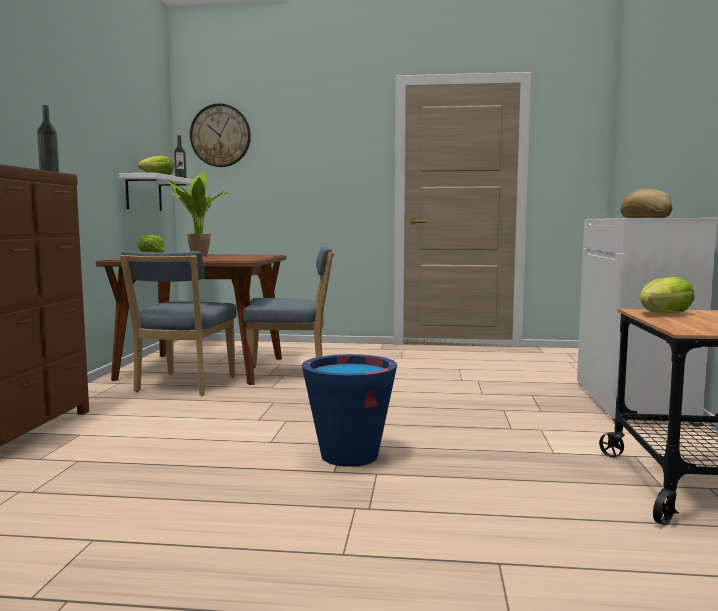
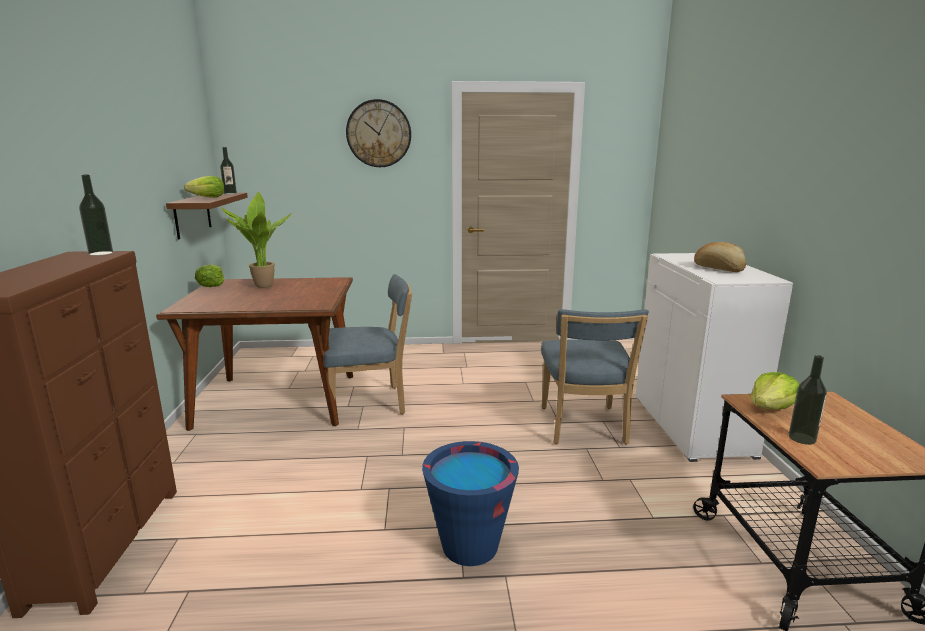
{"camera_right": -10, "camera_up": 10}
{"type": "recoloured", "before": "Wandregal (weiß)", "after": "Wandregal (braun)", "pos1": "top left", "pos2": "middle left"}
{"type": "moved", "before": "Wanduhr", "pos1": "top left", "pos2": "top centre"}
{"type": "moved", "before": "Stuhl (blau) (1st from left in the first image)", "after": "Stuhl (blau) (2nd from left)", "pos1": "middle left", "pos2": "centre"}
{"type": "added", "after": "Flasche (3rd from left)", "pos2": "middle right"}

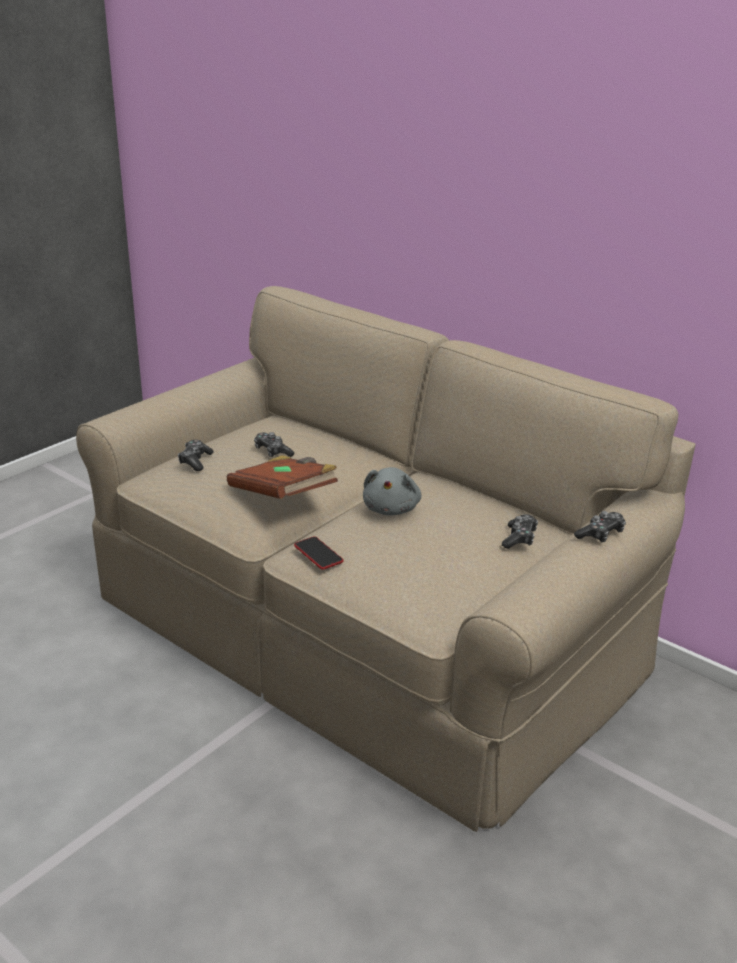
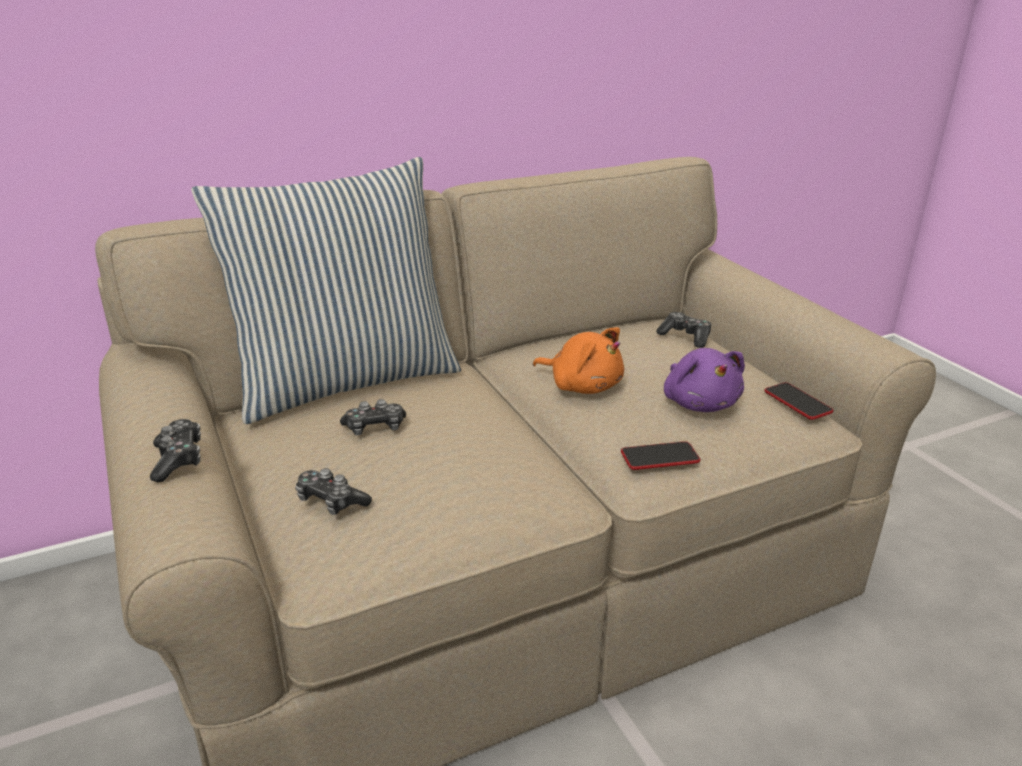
{"camera_right": -65, "camera_up": 0}
{"type": "moved", "before": "Gamepad (4th from left in the first image)", "after": "Gamepad (1st from left)", "pos1": "middle right", "pos2": "middle left"}
{"type": "added", "after": "Kissen", "pos2": "middle left"}
{"type": "recoloured", "before": "Plüschtier (grau)", "after": "Plüschtier (orange)", "pos1": "centre", "pos2": "centre"}
{"type": "added", "after": "Plüschtier (lila)", "pos2": "middle right"}
{"type": "added", "after": "Handy (2nd from left)", "pos2": "middle right"}
{"type": "removed", "before": "Buch (braun)", "pos1": "centre"}

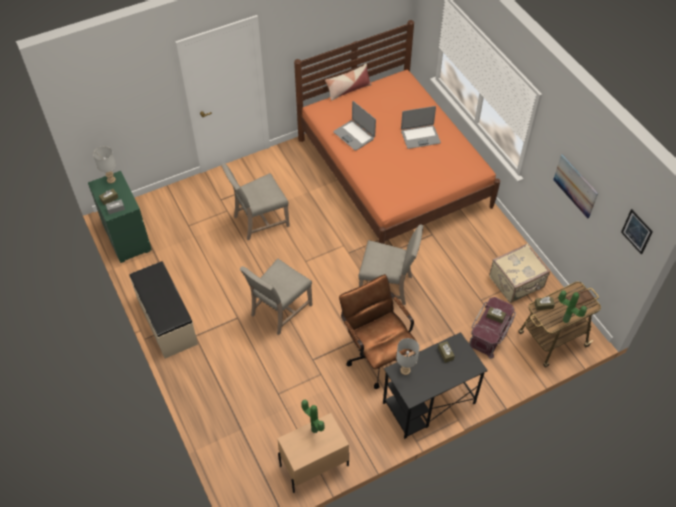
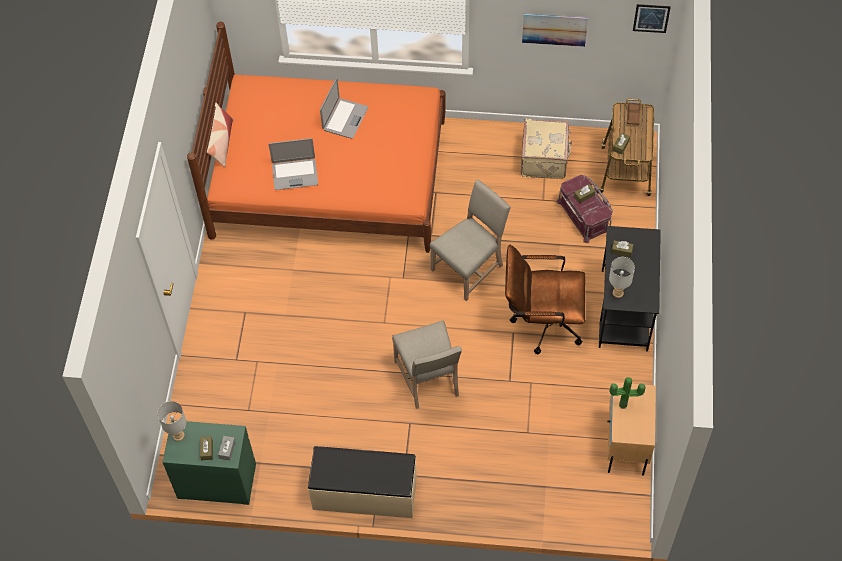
{"camera_right": -55, "camera_up": 5}
{"type": "removed", "before": "Stuhl (beige) (1st from left)", "pos1": "centre"}
{"type": "removed", "before": "Topfpflanze (2nd from left)", "pos1": "middle right"}

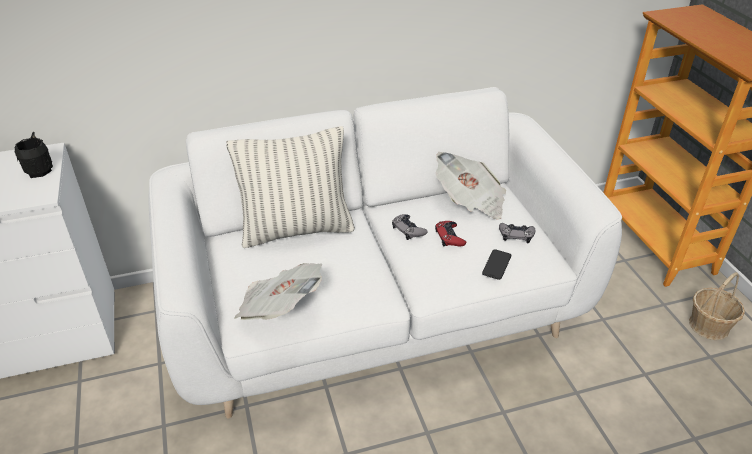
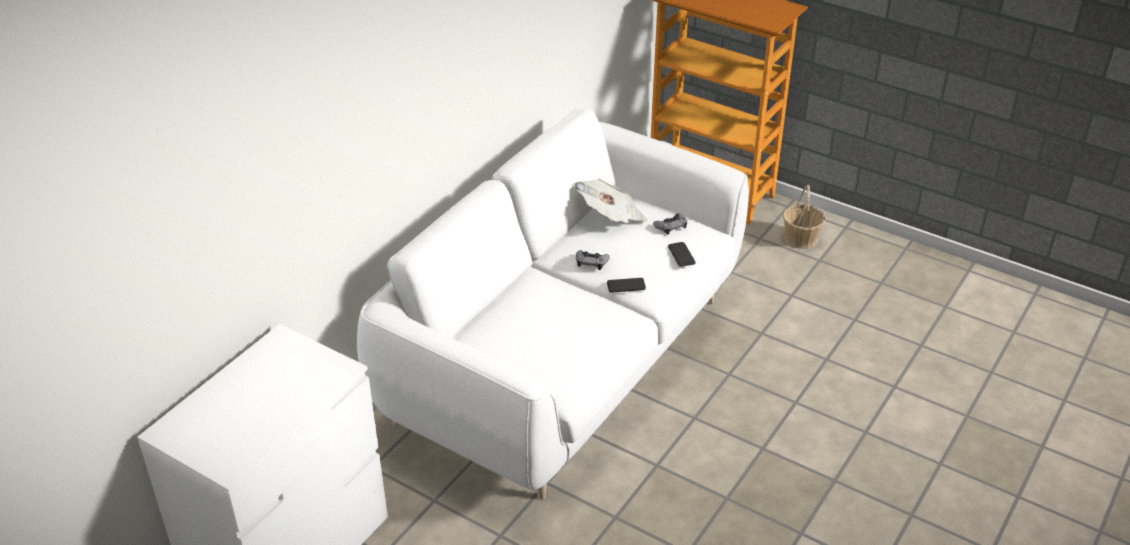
{"camera_right": -40, "camera_up": 0}
{"type": "added", "after": "Handy (1st from left)", "pos2": "centre"}
{"type": "removed", "before": "Henkelbecher (schwarz)", "pos1": "middle left"}
{"type": "removed", "before": "Kissen", "pos1": "centre"}
{"type": "removed", "before": "Zeitung (1st from left)", "pos1": "centre"}
{"type": "removed", "before": "Gamepad (rot)", "pos1": "centre"}

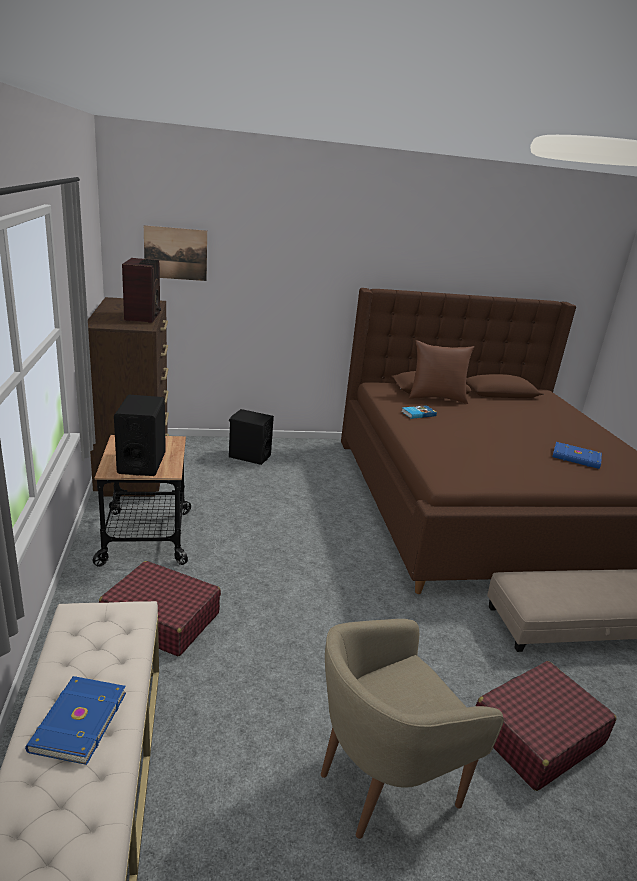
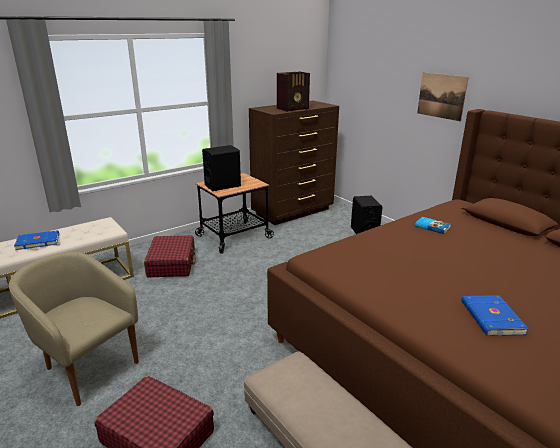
{"camera_right": 65, "camera_up": 0}
{"type": "moved", "before": "Bild", "pos1": "top left", "pos2": "top right"}
{"type": "removed", "before": "Kissen (braun)", "pos1": "middle right"}

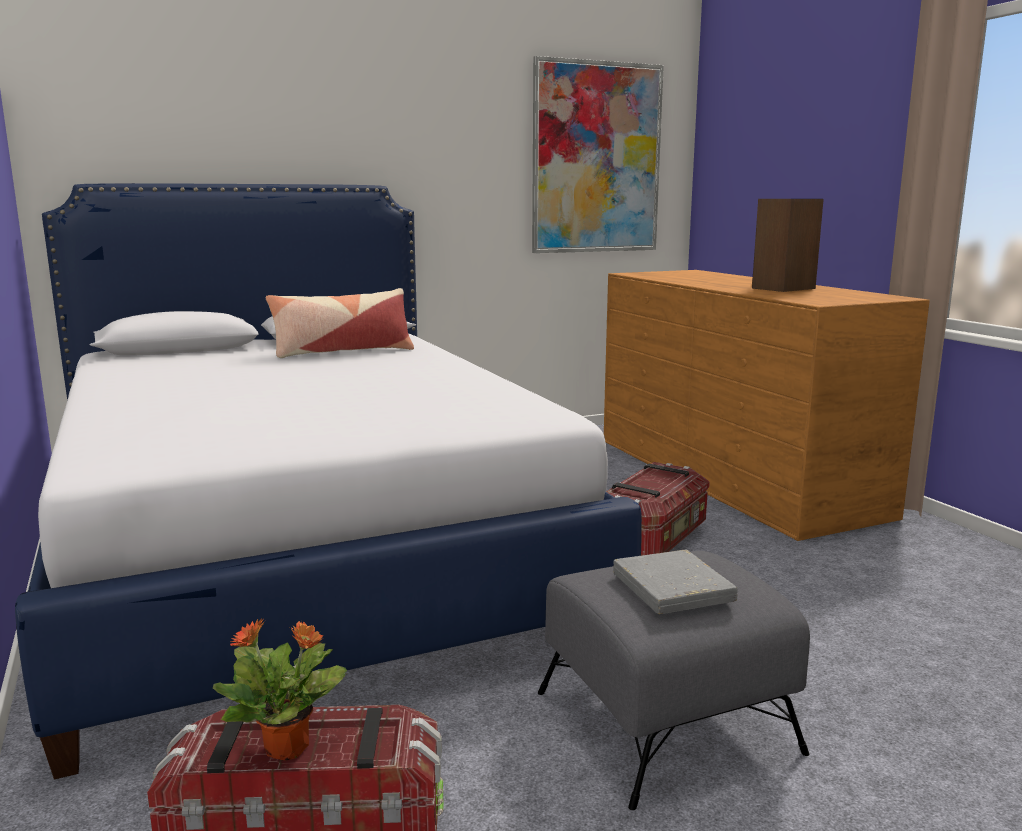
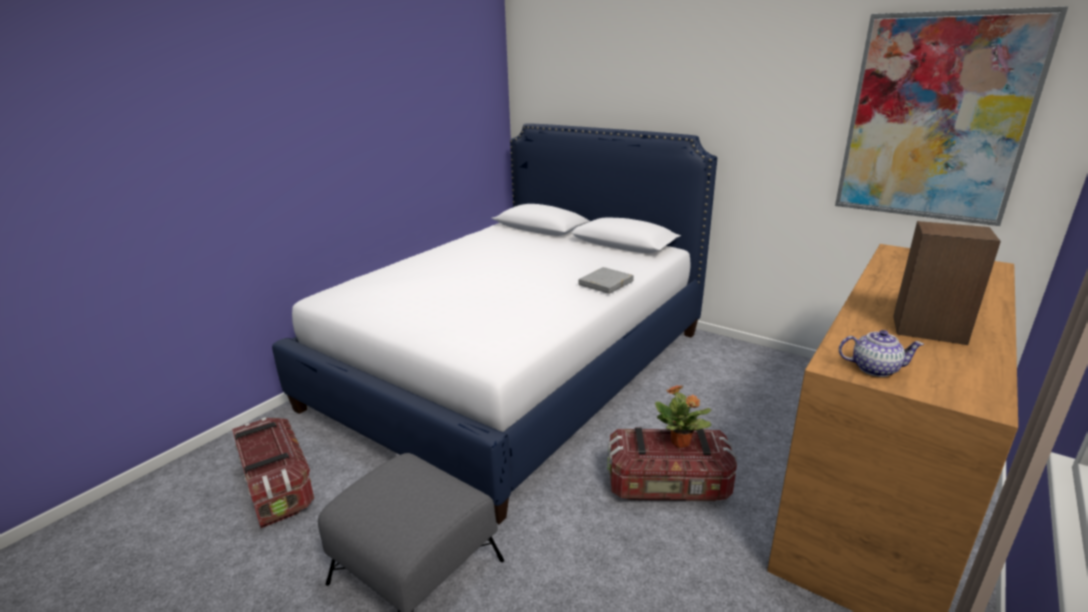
{"camera_right": 60, "camera_up": 10}
{"type": "moved", "before": "Buch (grau)", "pos1": "bottom centre", "pos2": "centre"}
{"type": "moved", "before": "Topfpflanze", "pos1": "bottom left", "pos2": "bottom centre"}
{"type": "added", "after": "Teekanne", "pos2": "middle right"}
{"type": "removed", "before": "Kissen", "pos1": "middle left"}

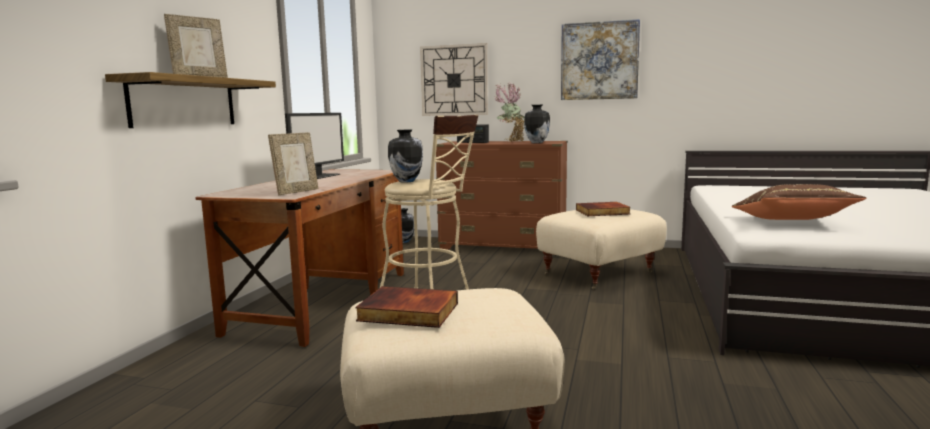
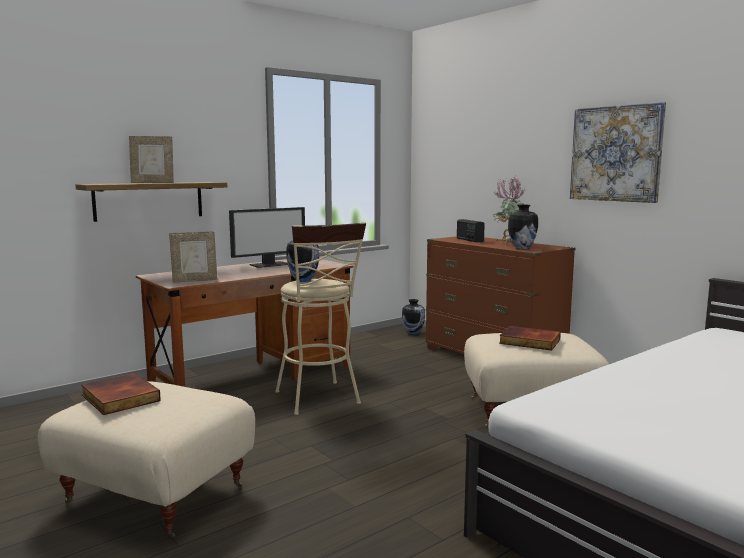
{"camera_right": 35, "camera_up": 0}
{"type": "removed", "before": "Wanduhr", "pos1": "top centre"}
{"type": "removed", "before": "Kissen (braun)", "pos1": "middle right"}

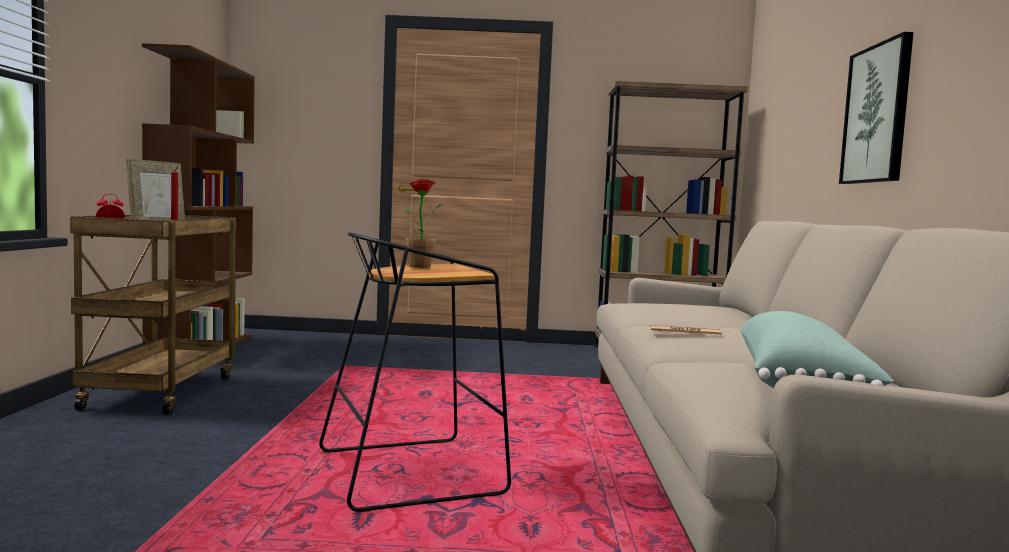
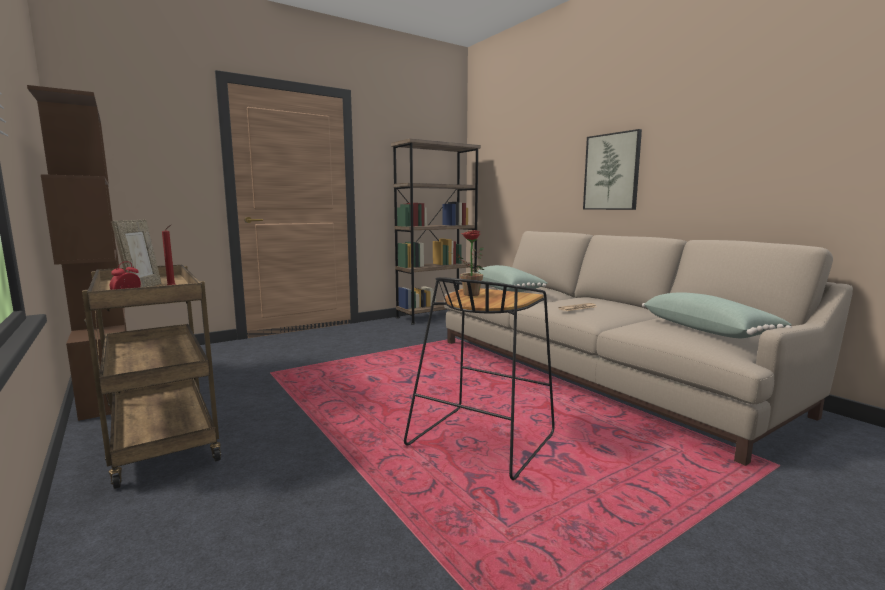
{"camera_right": -35, "camera_up": 5}
{"type": "added", "after": "Kissen (grün) (1st from left)", "pos2": "centre"}

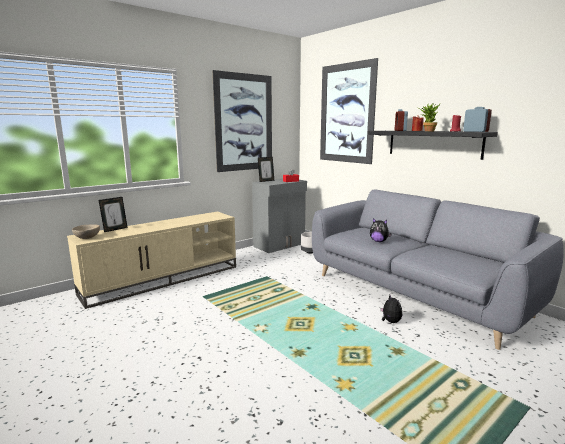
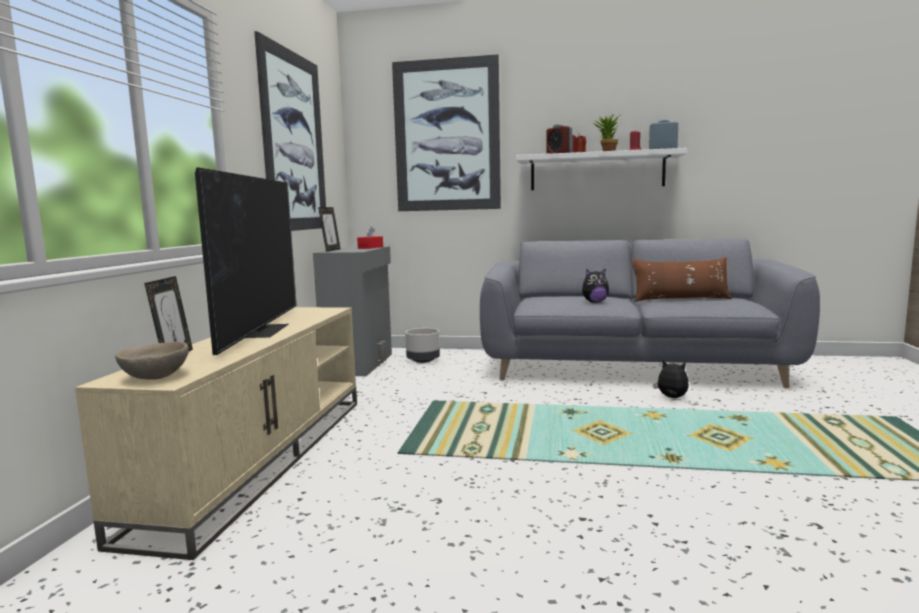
{"camera_right": -40, "camera_up": -5}
{"type": "added", "after": "Fernseher", "pos2": "middle left"}
{"type": "recoloured", "before": "Wandregal (schwarz)", "after": "Wandregal (weiß)", "pos1": "top right", "pos2": "top centre"}
{"type": "added", "after": "Kissen (braun)", "pos2": "middle right"}

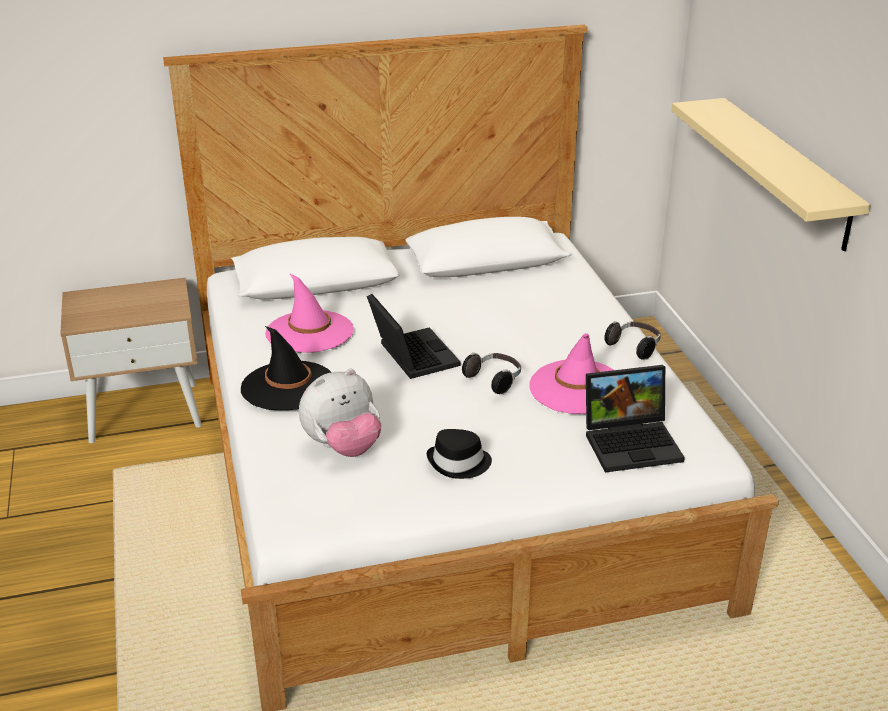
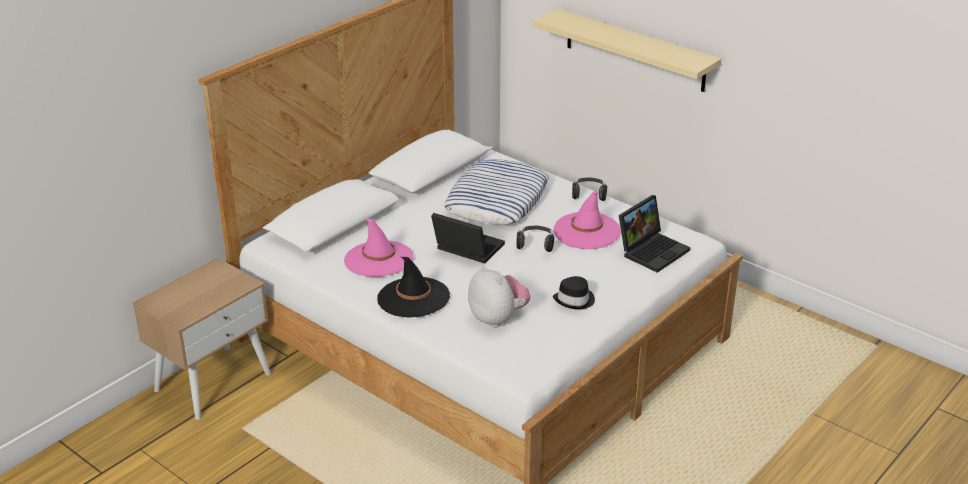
{"camera_right": -35, "camera_up": 0}
{"type": "added", "after": "Kissen", "pos2": "centre"}
{"type": "turned", "before": "Plüschtier", "pos1": "centre", "pos2": "centre", "turn": -60}

